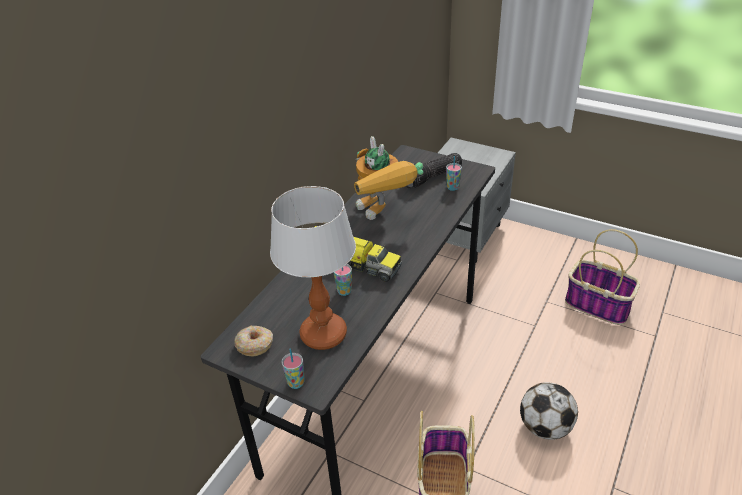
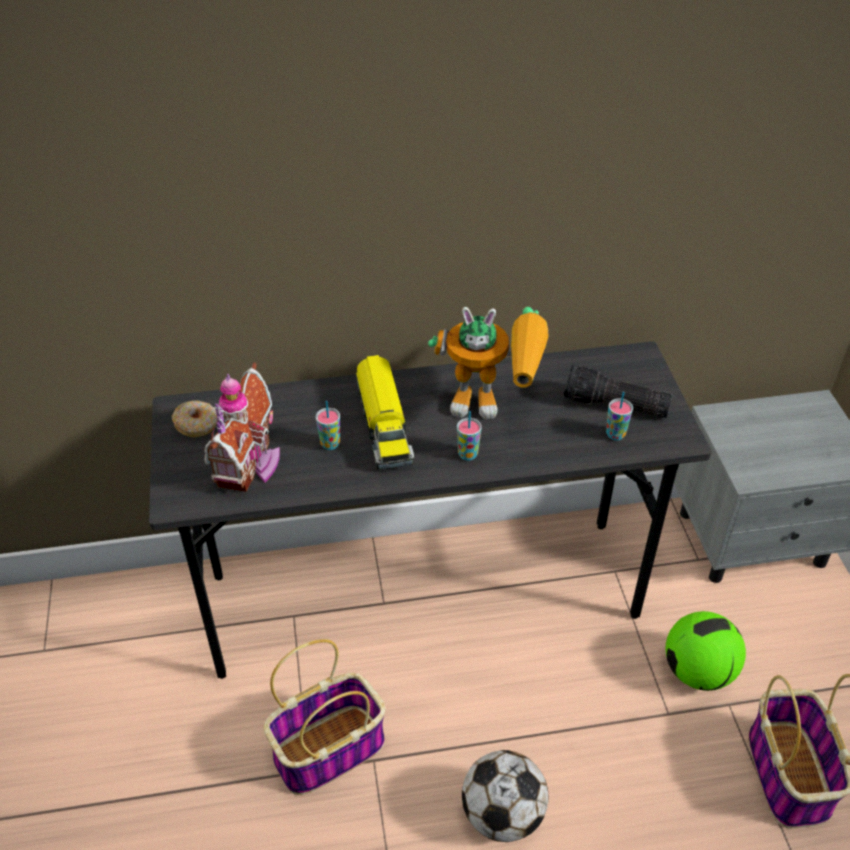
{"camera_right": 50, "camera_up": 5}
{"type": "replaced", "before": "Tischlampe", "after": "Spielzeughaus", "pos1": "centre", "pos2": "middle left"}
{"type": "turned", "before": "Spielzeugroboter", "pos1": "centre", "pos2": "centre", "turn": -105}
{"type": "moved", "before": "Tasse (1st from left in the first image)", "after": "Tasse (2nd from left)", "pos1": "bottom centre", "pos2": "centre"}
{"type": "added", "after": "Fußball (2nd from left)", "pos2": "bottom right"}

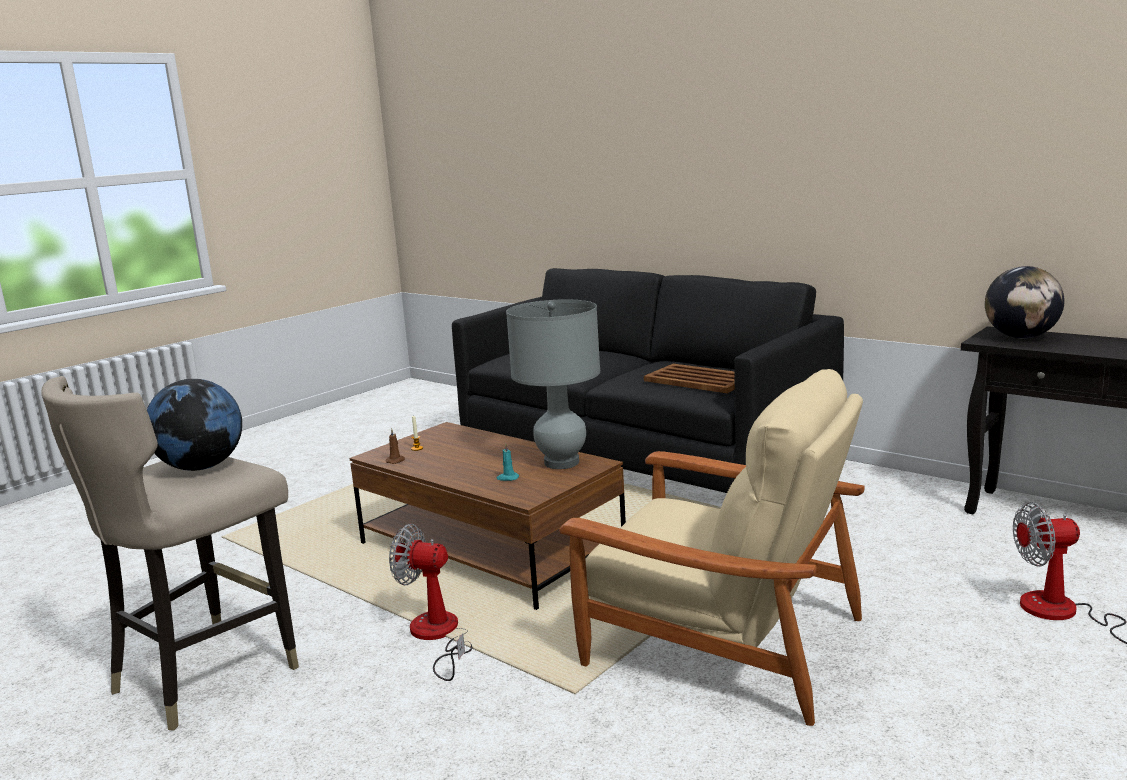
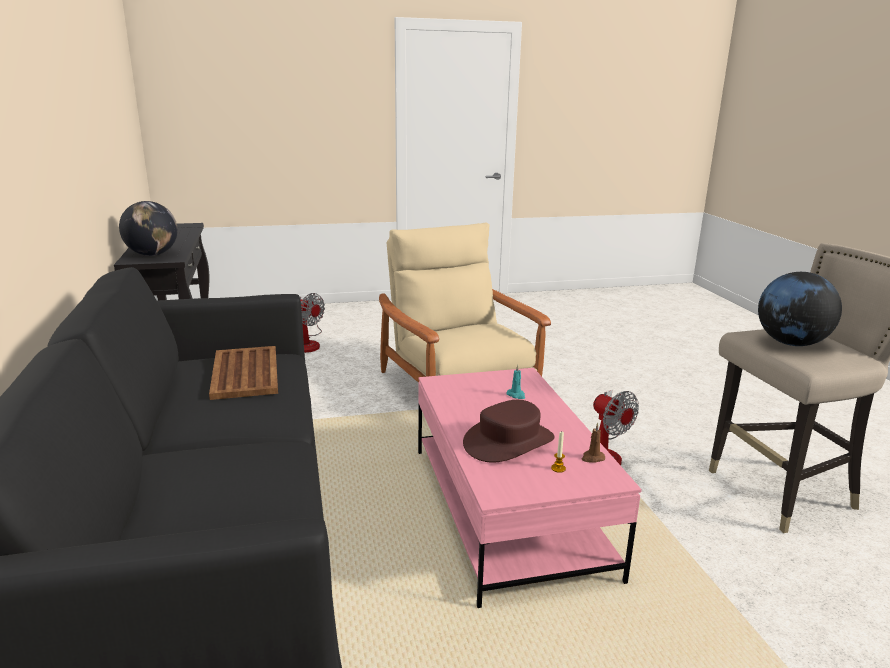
{"camera_right": -145, "camera_up": 5}
{"type": "recoloured", "before": "Couchtisch (braun)", "after": "Couchtisch (rosa)", "pos1": "centre", "pos2": "bottom centre"}
{"type": "added", "after": "Hut (braun)", "pos2": "centre"}
{"type": "removed", "before": "Tischlampe (grau)", "pos1": "centre"}

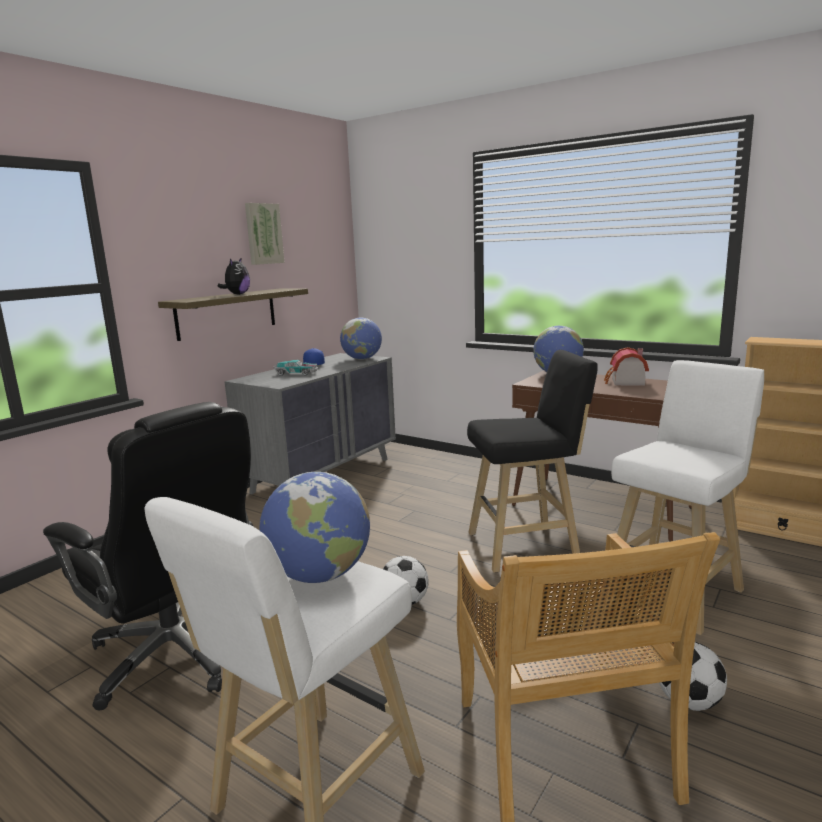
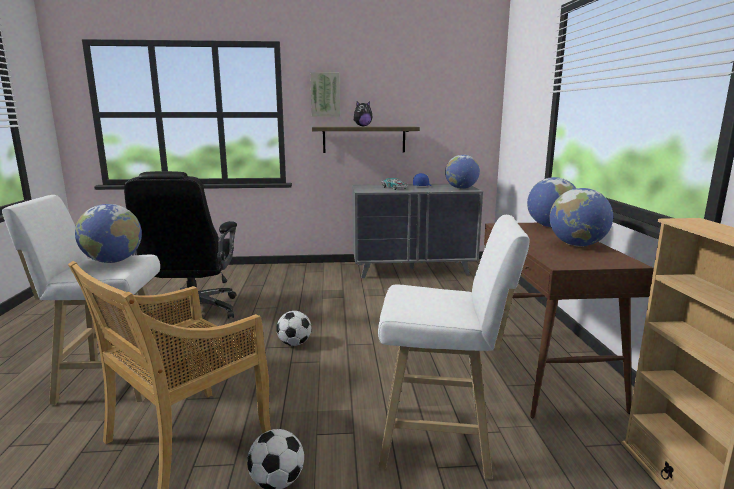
{"camera_right": 50, "camera_up": 0}
{"type": "moved", "before": "Bild", "pos1": "top left", "pos2": "top centre"}
{"type": "replaced", "before": "Spielzeughaus", "after": "Globus (4th from left)", "pos1": "middle right", "pos2": "middle right"}
{"type": "removed", "before": "Hocker (schwarz)", "pos1": "centre"}

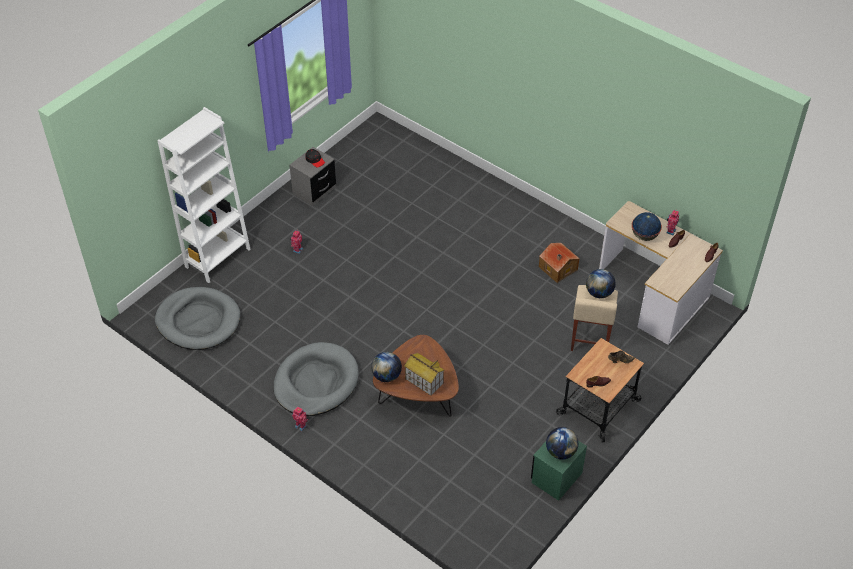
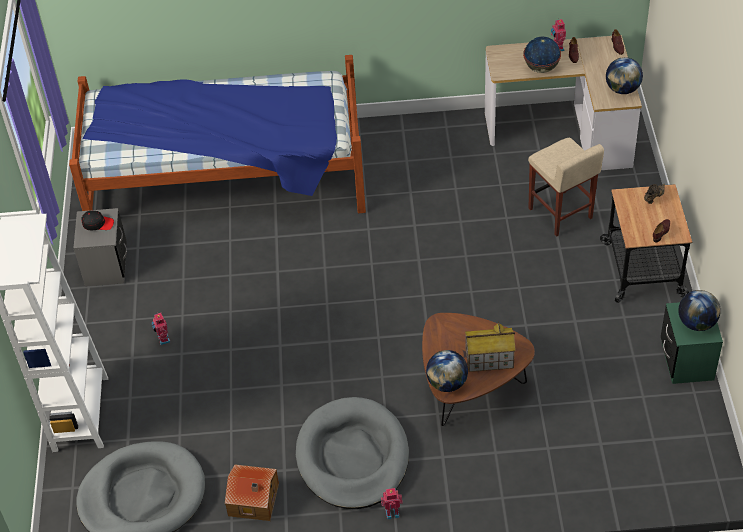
{"camera_right": -40, "camera_up": 0}
{"type": "added", "after": "Bett", "pos2": "top left"}
{"type": "moved", "before": "Spielzeughaus (2nd from left in the first image)", "after": "Spielzeughaus (1st from left)", "pos1": "centre", "pos2": "bottom centre"}
{"type": "moved", "before": "Globus (3rd from left)", "pos1": "middle right", "pos2": "top right"}

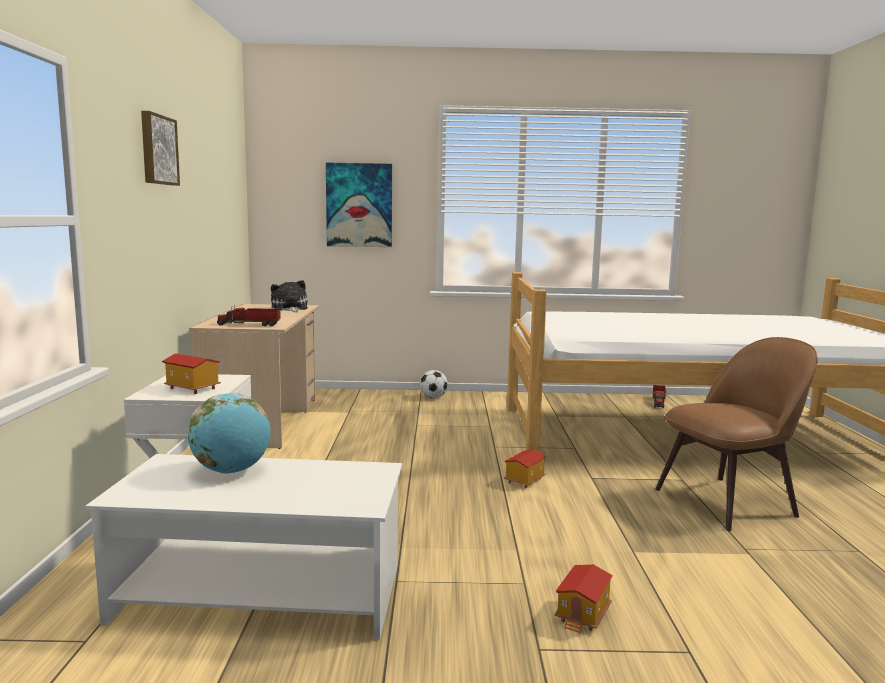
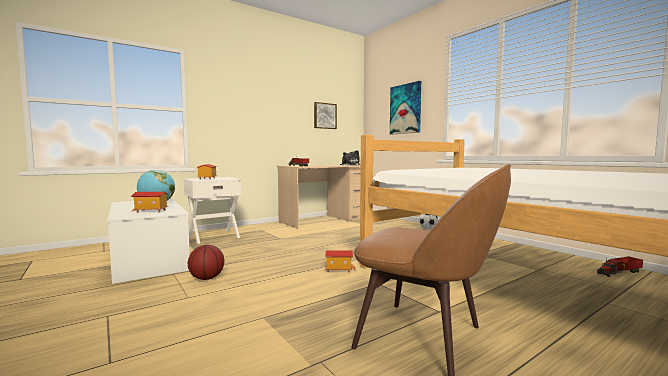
{"camera_right": 55, "camera_up": -5}
{"type": "moved", "before": "Spielzeughaus (3rd from left in the first image)", "after": "Spielzeughaus (1st from left)", "pos1": "bottom centre", "pos2": "middle left"}
{"type": "added", "after": "Basketball", "pos2": "bottom left"}
{"type": "moved", "before": "Bild (1st from left)", "pos1": "top left", "pos2": "top centre"}

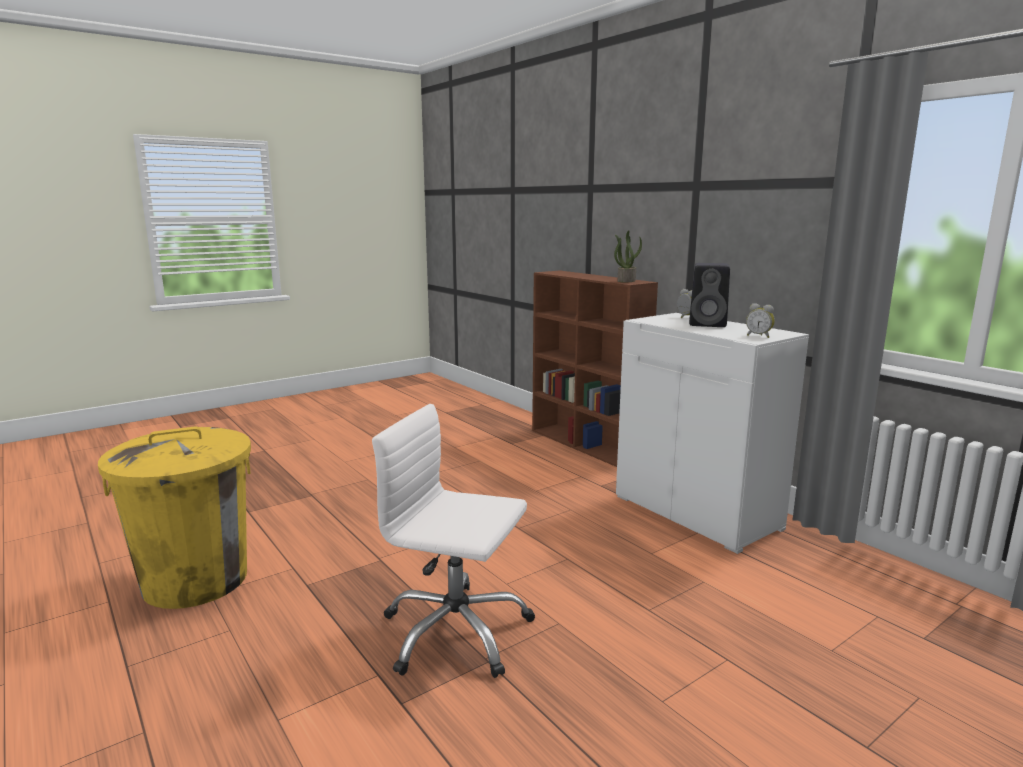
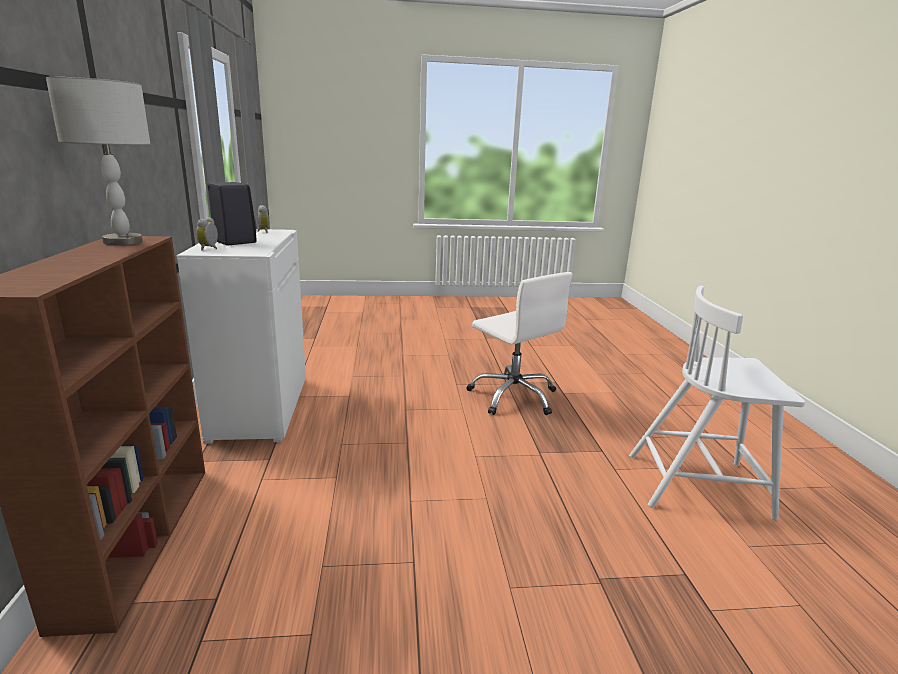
{"camera_right": -150, "camera_up": 5}
{"type": "replaced", "before": "Topfpflanze", "after": "Tischlampe (grau)", "pos1": "centre", "pos2": "top left"}
{"type": "replaced", "before": "Mülleimer (gelb)", "after": "Stuhl (weiß)", "pos1": "bottom left", "pos2": "middle right"}

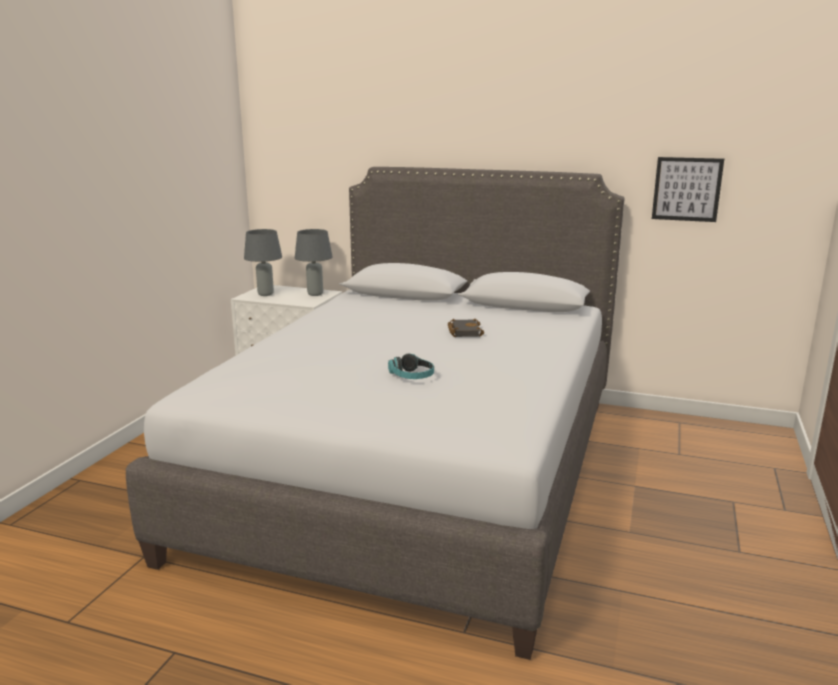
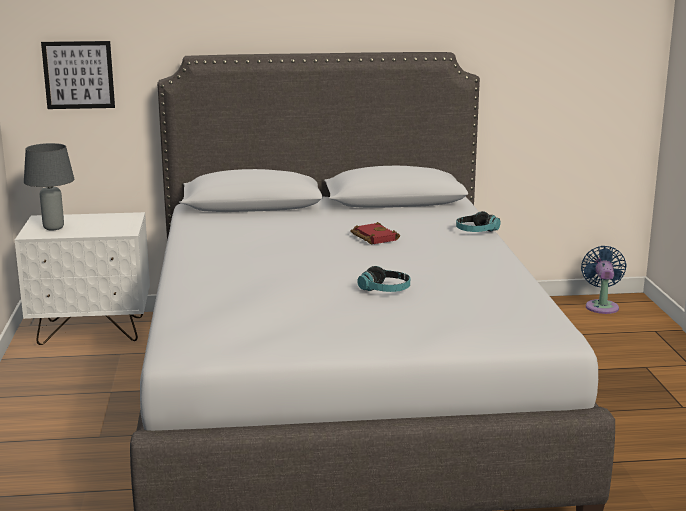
{"camera_right": -25, "camera_up": 0}
{"type": "moved", "before": "Bild", "pos1": "top right", "pos2": "top left"}
{"type": "recoloured", "before": "Buch (schwarz)", "after": "Buch (rot)", "pos1": "centre", "pos2": "centre"}
{"type": "added", "after": "Kopfhörer (2nd from left)", "pos2": "middle right"}
{"type": "added", "after": "Ventilator (blau)", "pos2": "middle right"}
{"type": "removed", "before": "Tischlampe (grau) (2nd from left)", "pos1": "centre"}

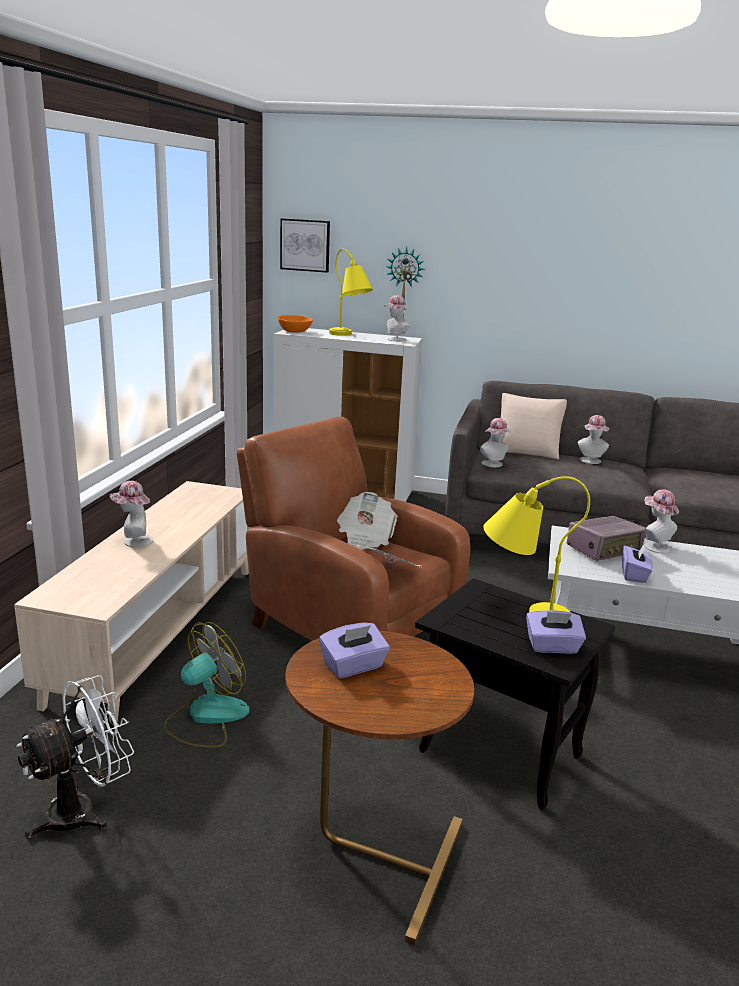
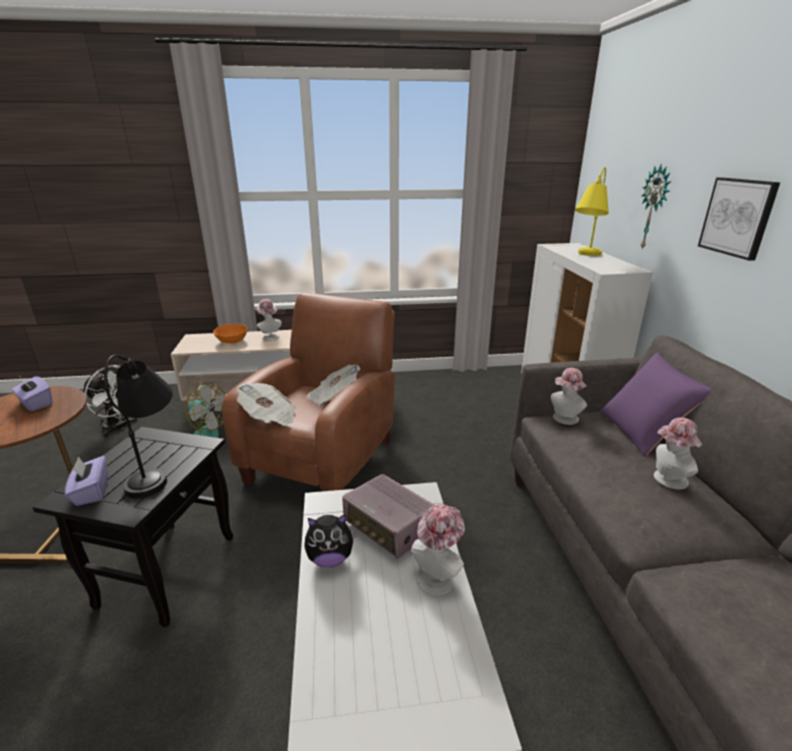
{"camera_right": 70, "camera_up": 5}
{"type": "recoloured", "before": "Tischlampe (gelb) (2nd from left)", "after": "Tischlampe (schwarz)", "pos1": "middle right", "pos2": "middle left"}
{"type": "moved", "before": "Schüssel (orange)", "pos1": "top centre", "pos2": "middle left"}
{"type": "replaced", "before": "Taschentuchbox (lila) (3rd from left)", "after": "Plüschtier", "pos1": "middle right", "pos2": "bottom centre"}
{"type": "recoloured", "before": "Kissen (beige)", "after": "Kissen (lila)", "pos1": "middle right", "pos2": "middle right"}
{"type": "moved", "before": "Bild", "pos1": "top centre", "pos2": "top right"}
{"type": "removed", "before": "Hut (2nd from left)", "pos1": "top centre"}

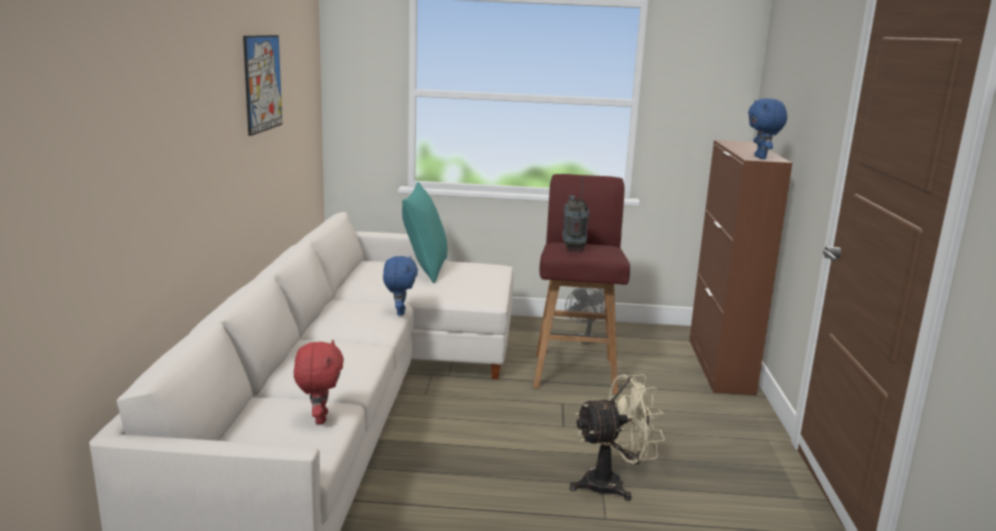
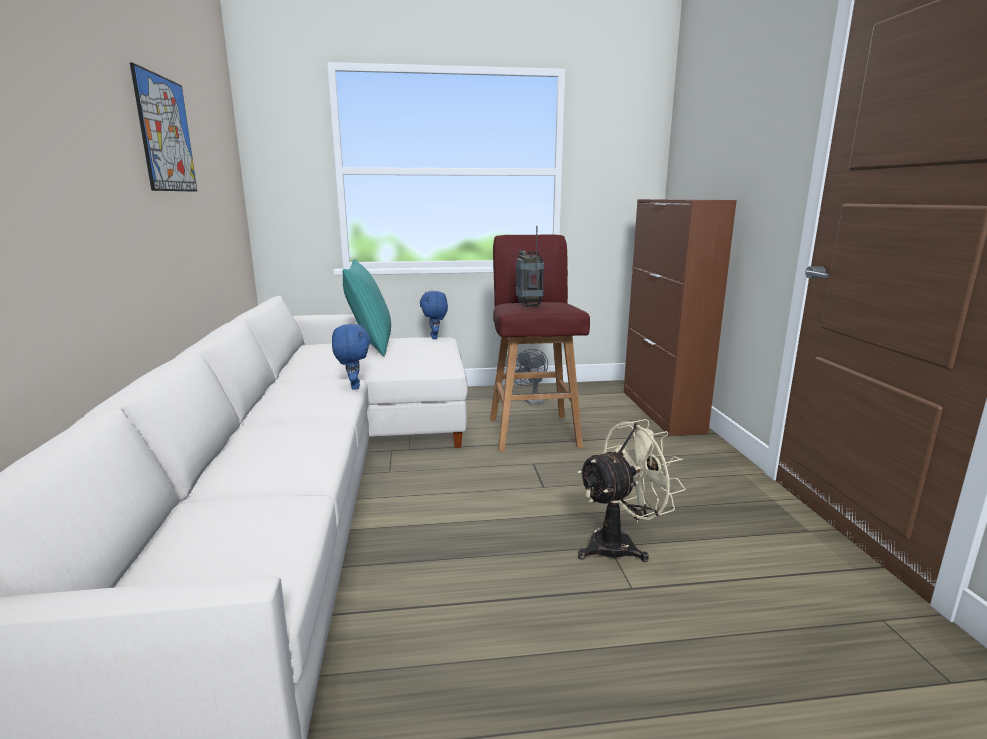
{"camera_right": -10, "camera_up": 0}
{"type": "moved", "before": "Plüschtier (blau) (2nd from left)", "pos1": "top right", "pos2": "centre"}
{"type": "removed", "before": "Plüschtier (rot)", "pos1": "bottom left"}

